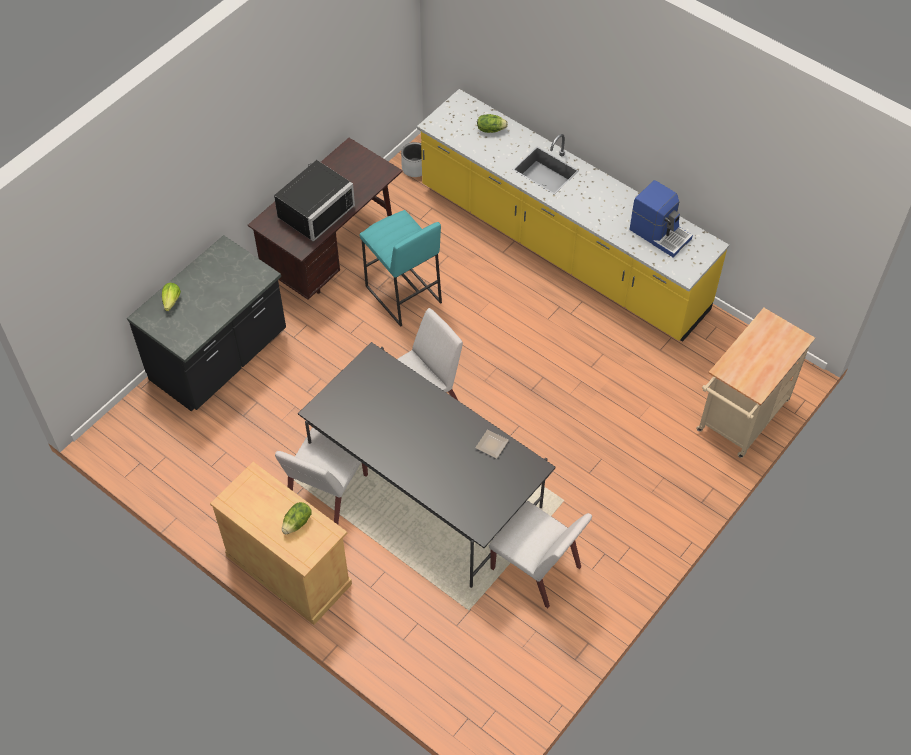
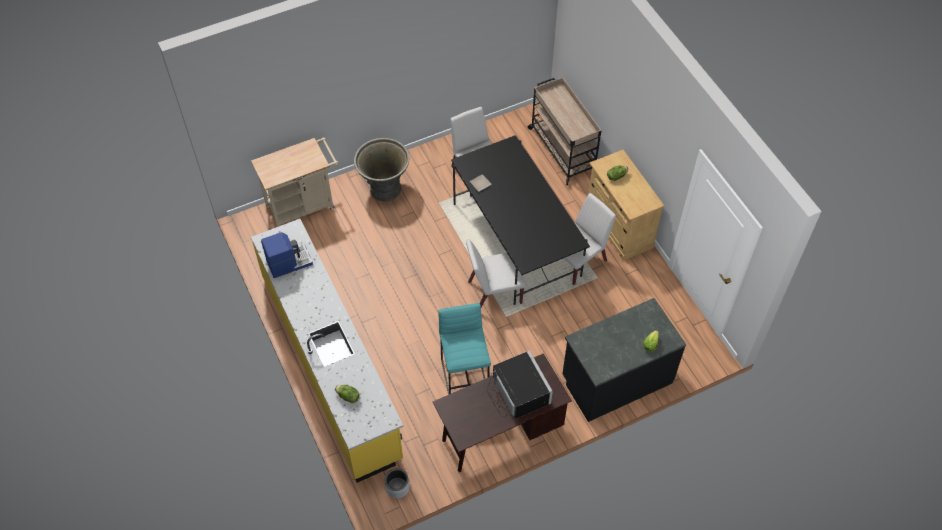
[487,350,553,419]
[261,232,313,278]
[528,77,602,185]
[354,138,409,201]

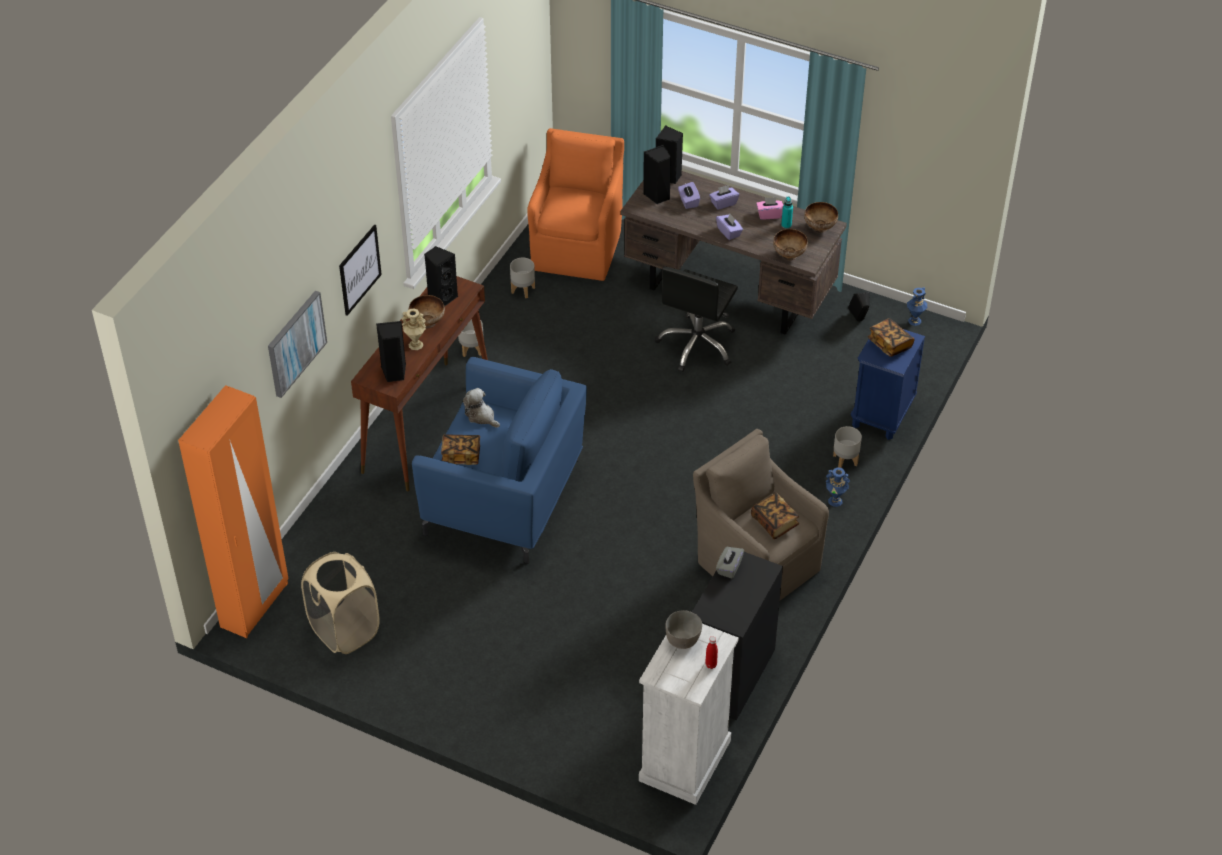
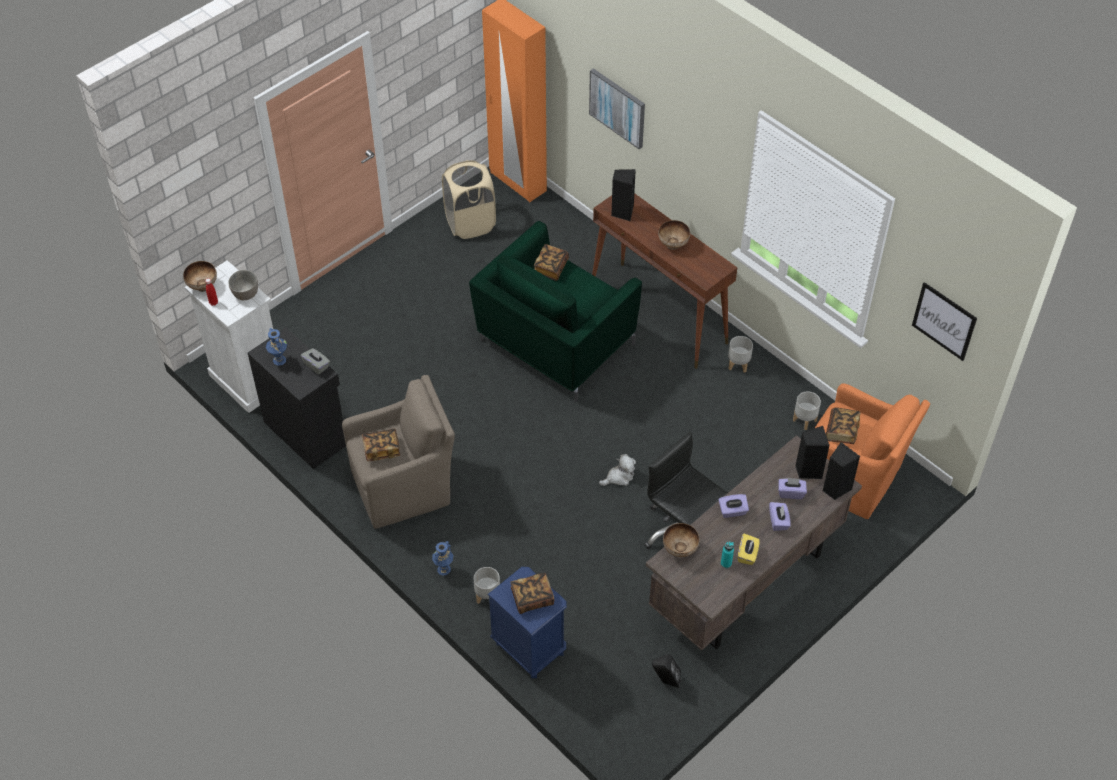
[738,534,760,565]
[183,261,217,292]
[912,282,977,361]
[424,246,458,307] (first image)
[266,328,287,366]
[401,308,426,350] (first image)
[469,221,642,402]
[599,454,636,486]
[826,407,861,444]

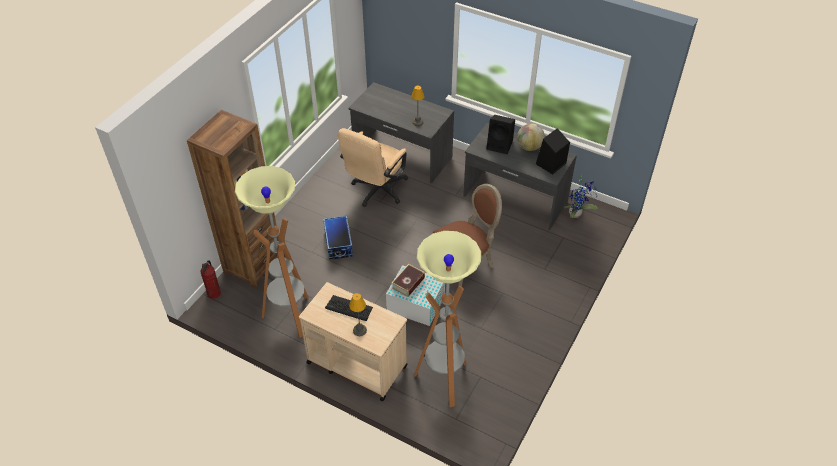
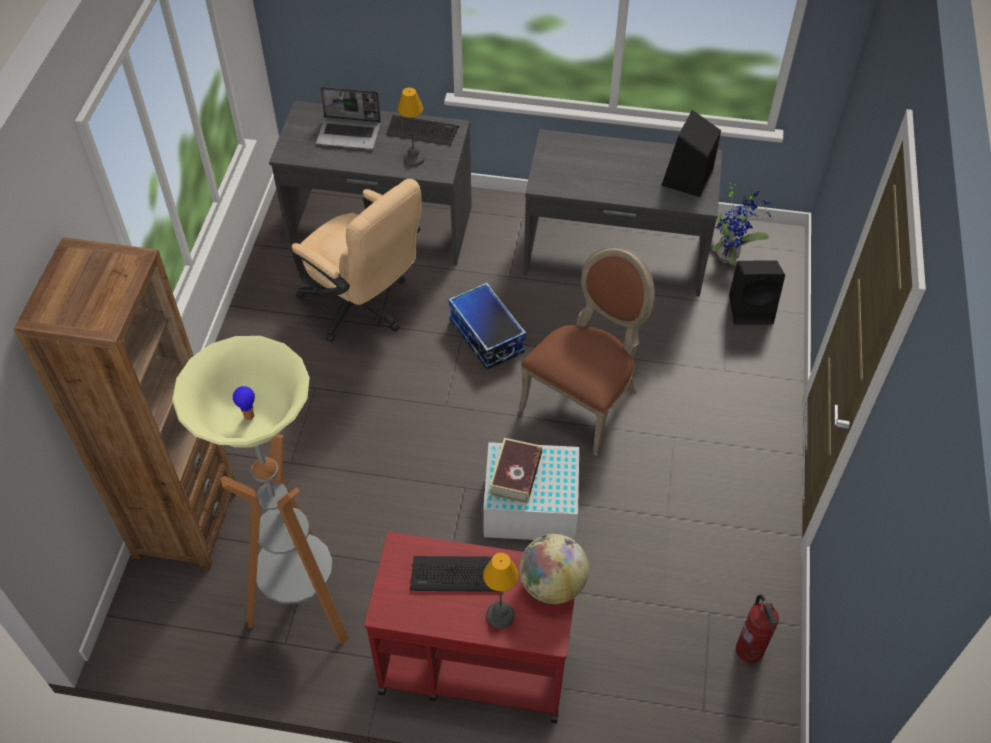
[729,260,785,325]
[519,534,589,604]
[292,179,422,342]
[448,282,526,370]
[414,231,481,407] (first image)
[736,594,779,663]
[364,532,575,723]
[316,87,381,149]
[386,115,459,146]

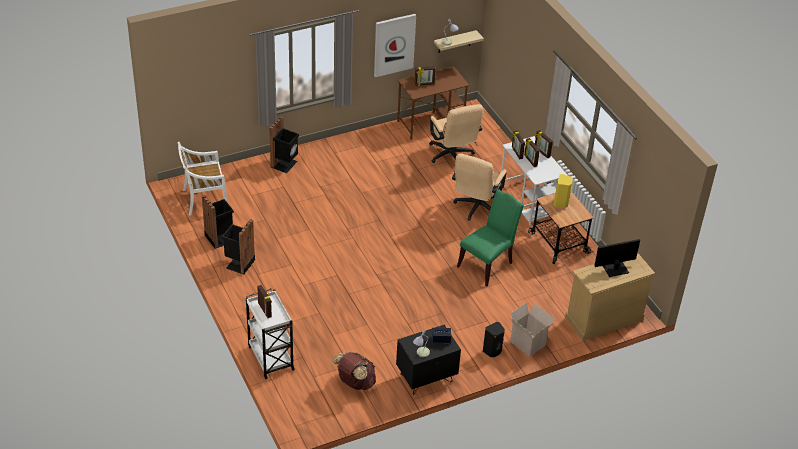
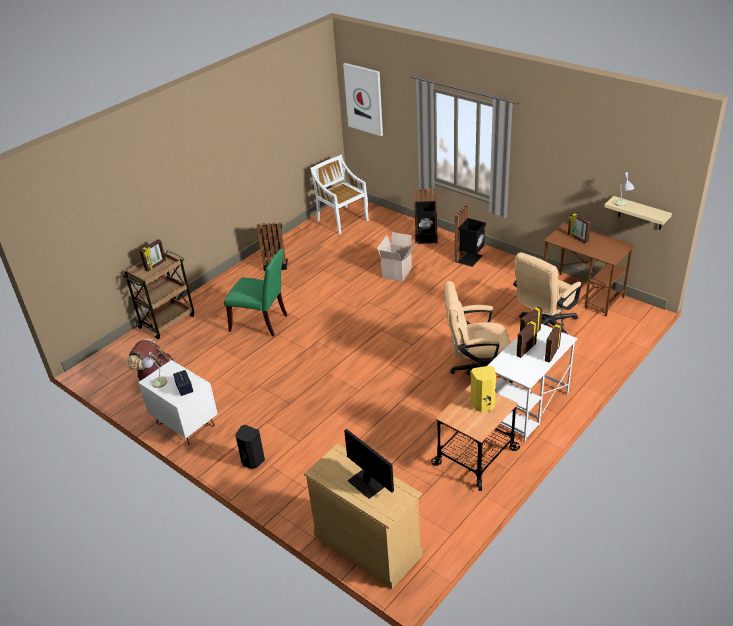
[343,63,383,136]
[224,248,288,336]
[454,205,486,267]
[122,250,194,339]
[377,232,418,282]
[138,360,218,445]

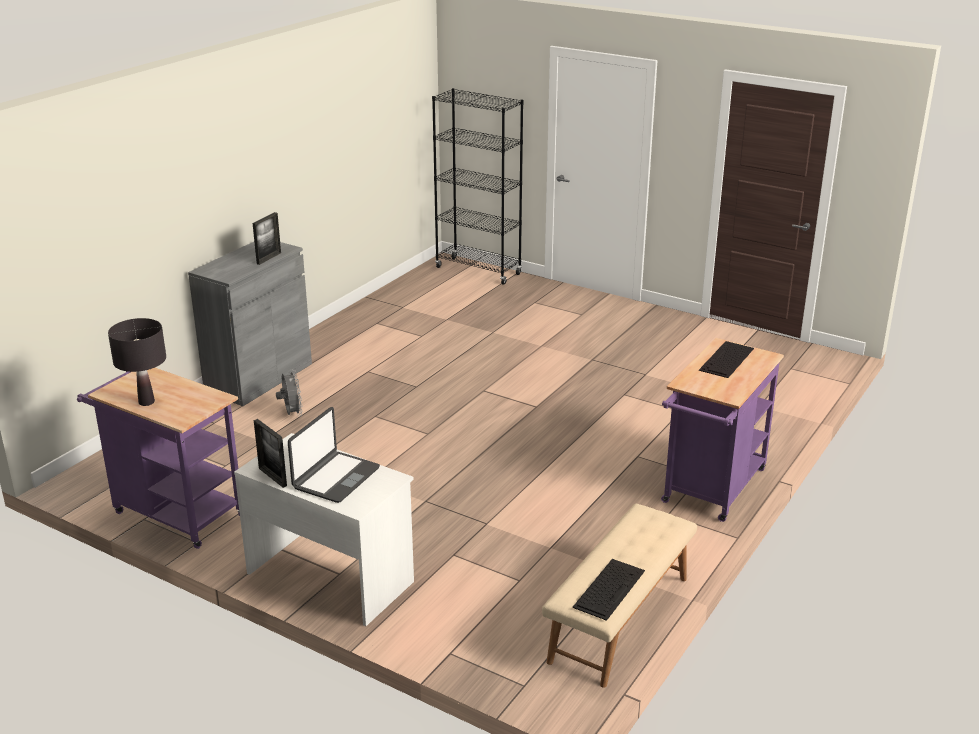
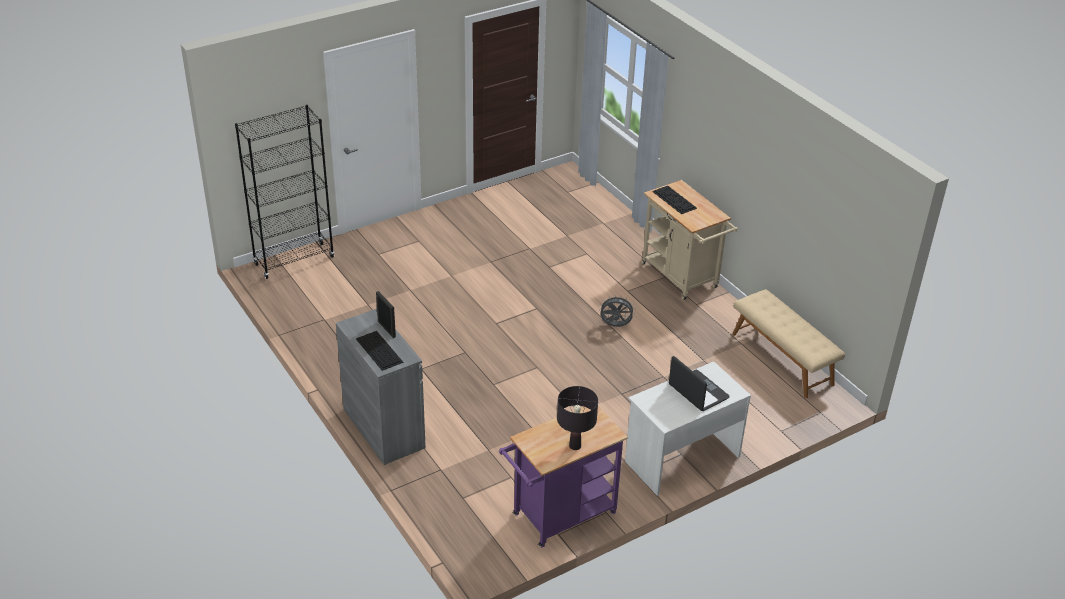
[641,180,738,301]
[599,295,635,327]
[254,419,287,488] (first image)
[356,331,403,371]

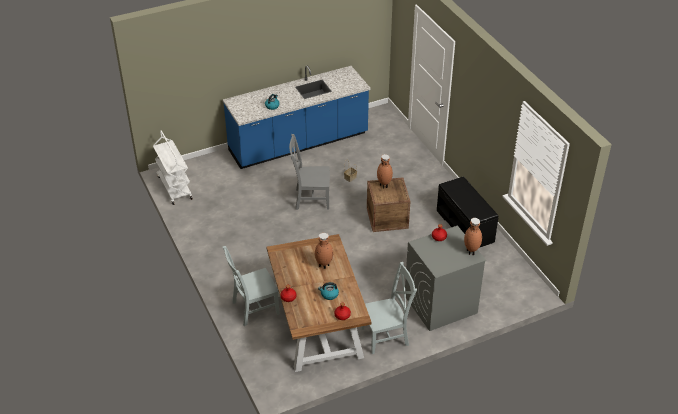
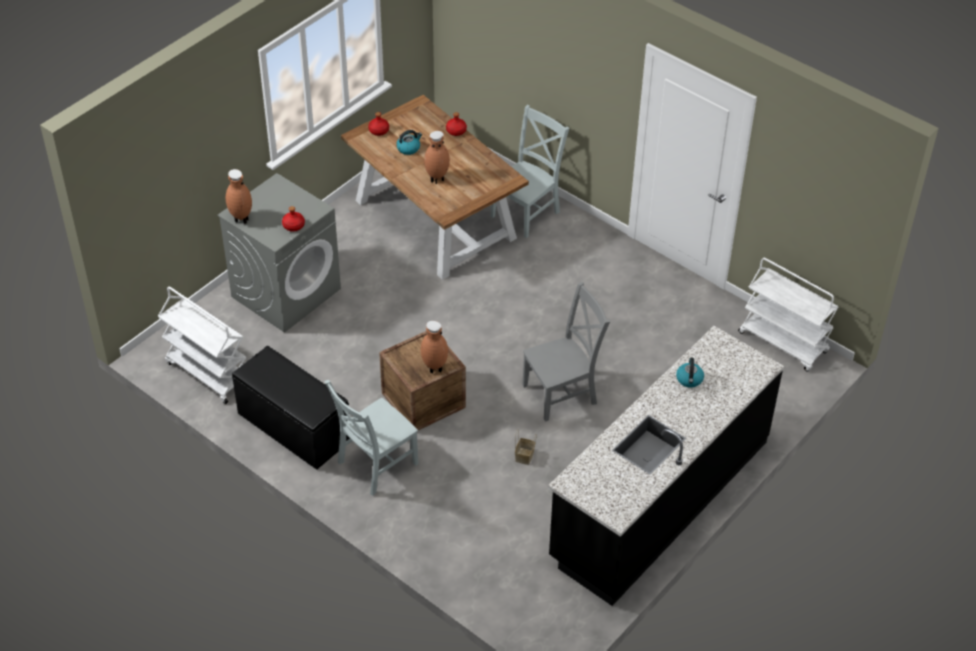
[548,326,784,606]
[324,380,418,495]
[158,286,246,404]

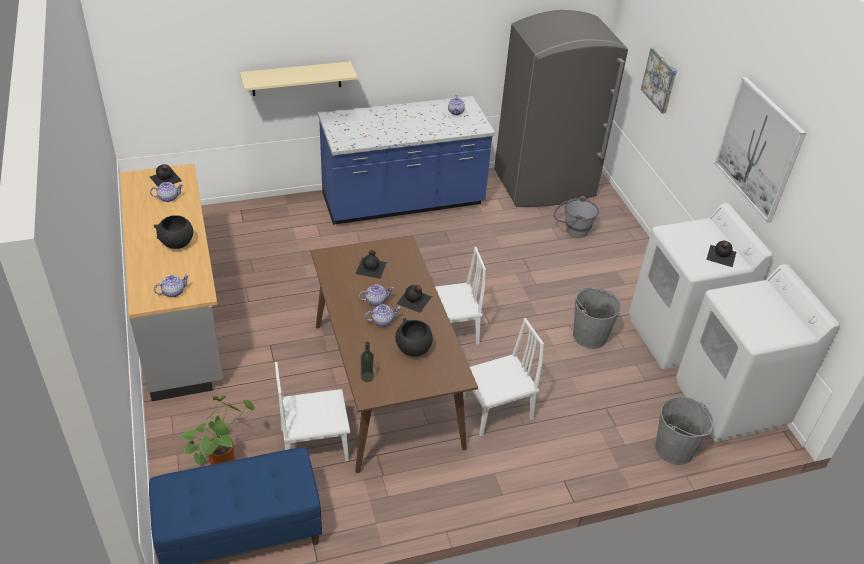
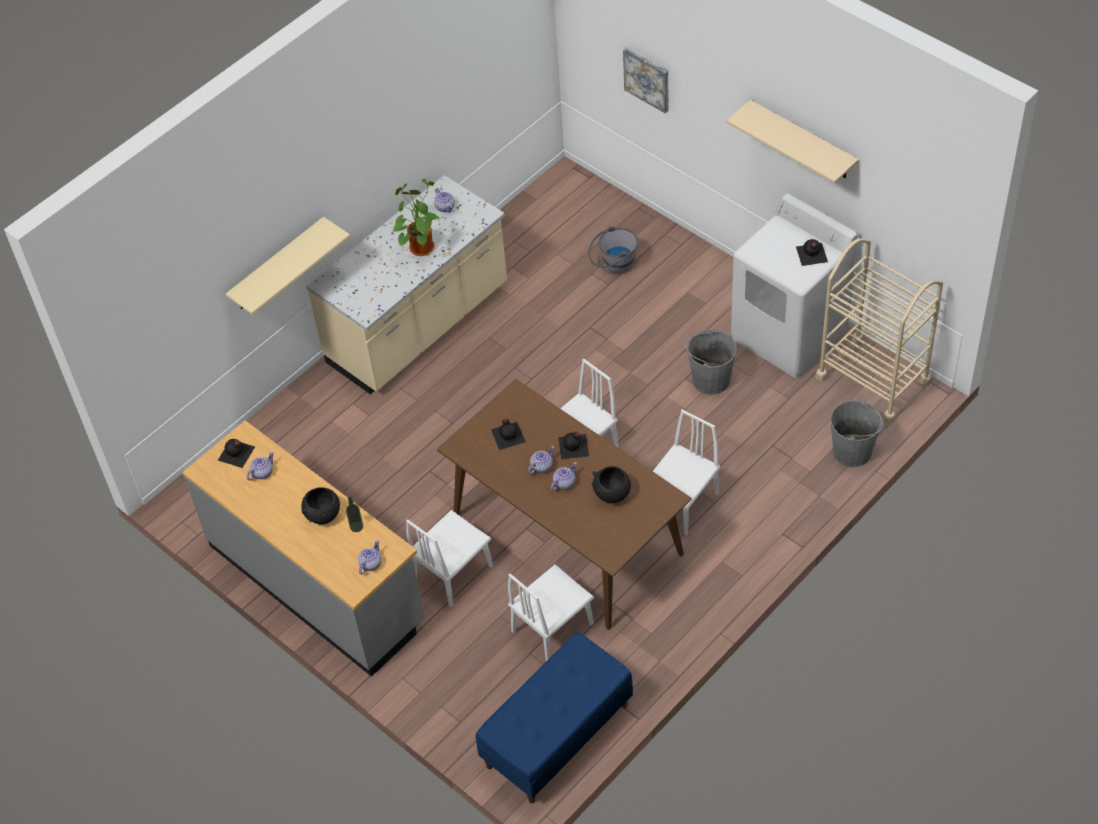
[494,10,628,207] (first image)
[726,100,859,183]
[306,175,507,394]
[815,239,943,424]
[346,497,363,532]
[392,179,440,256]
[406,510,493,607]

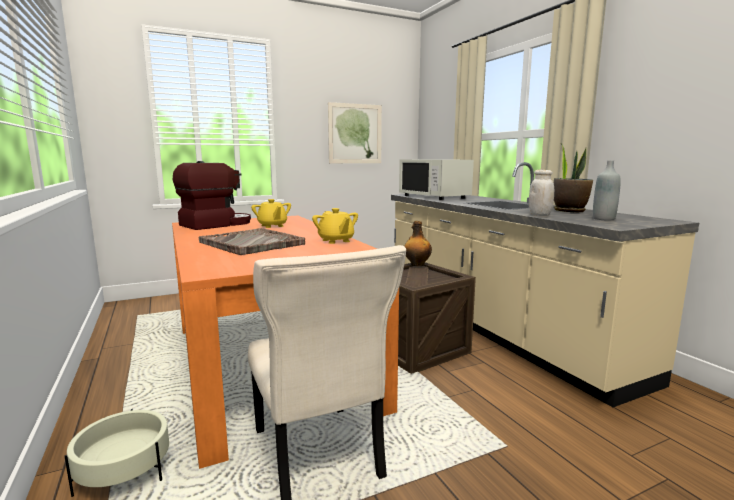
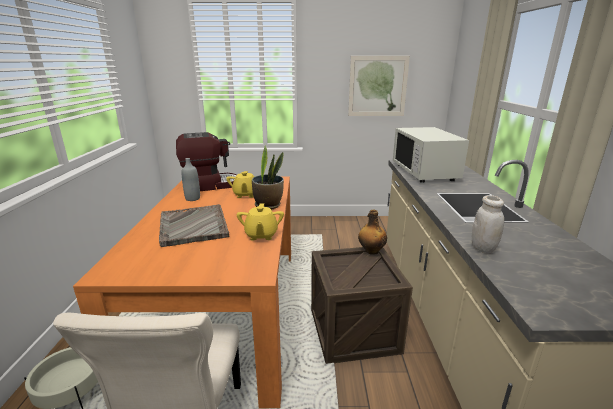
[252,145,284,210]
[182,158,200,201]

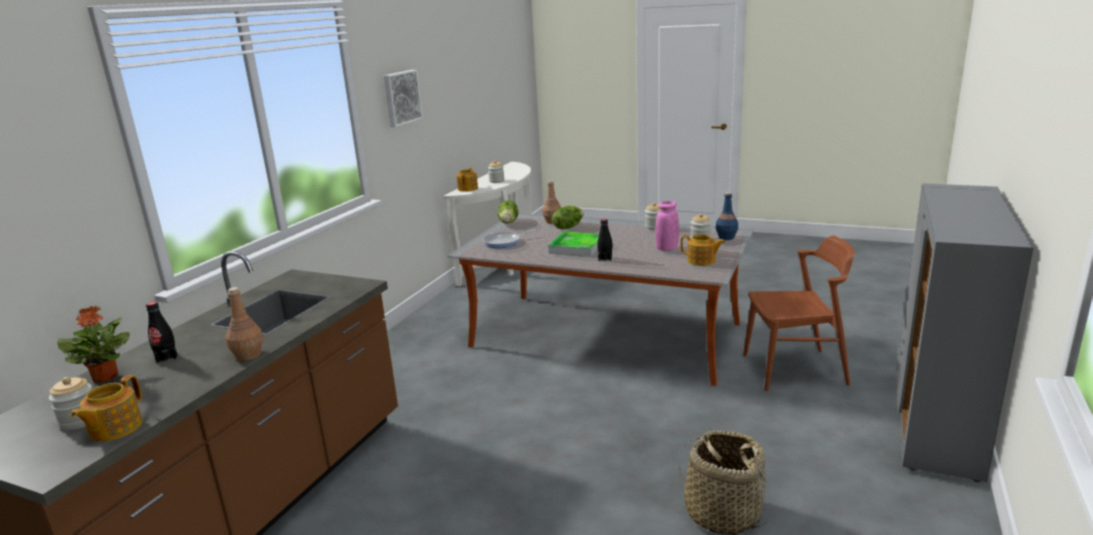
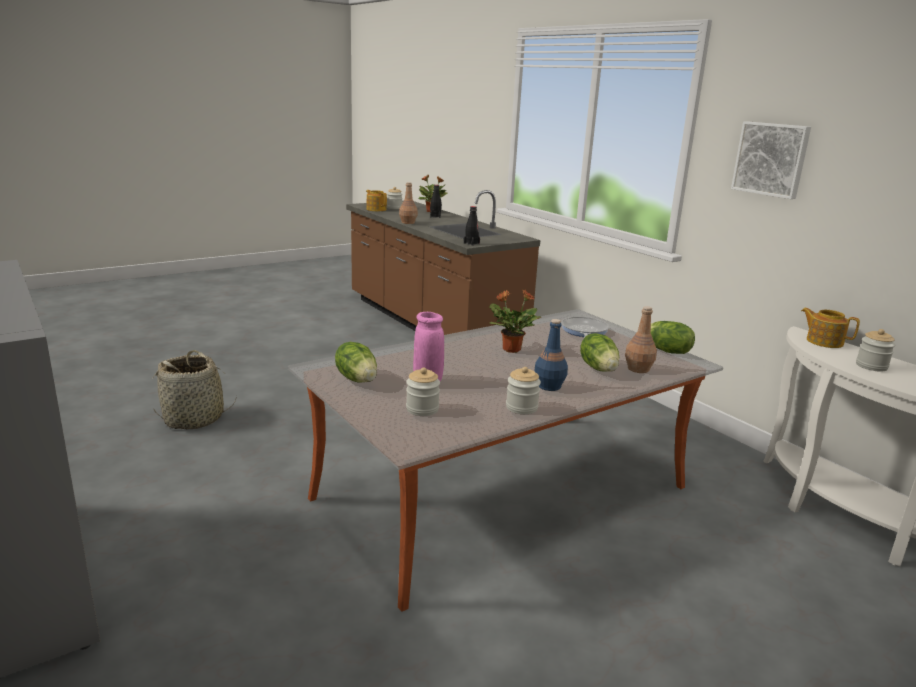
[534,319,568,391]
[463,206,480,246]
[489,290,541,353]
[335,342,377,383]
[743,236,854,391] (first image)

